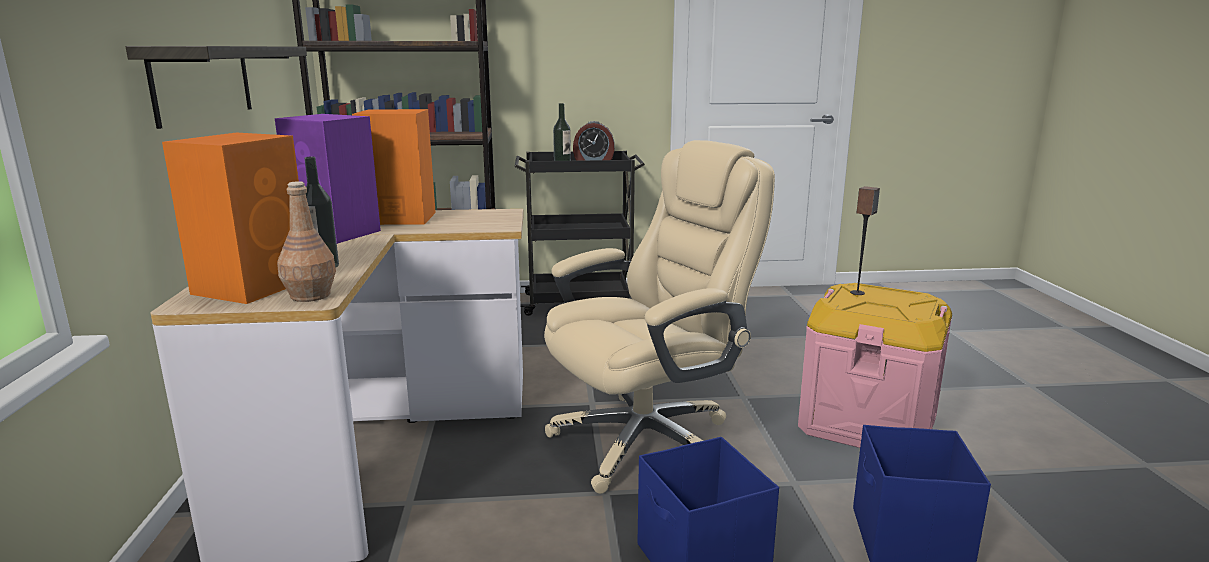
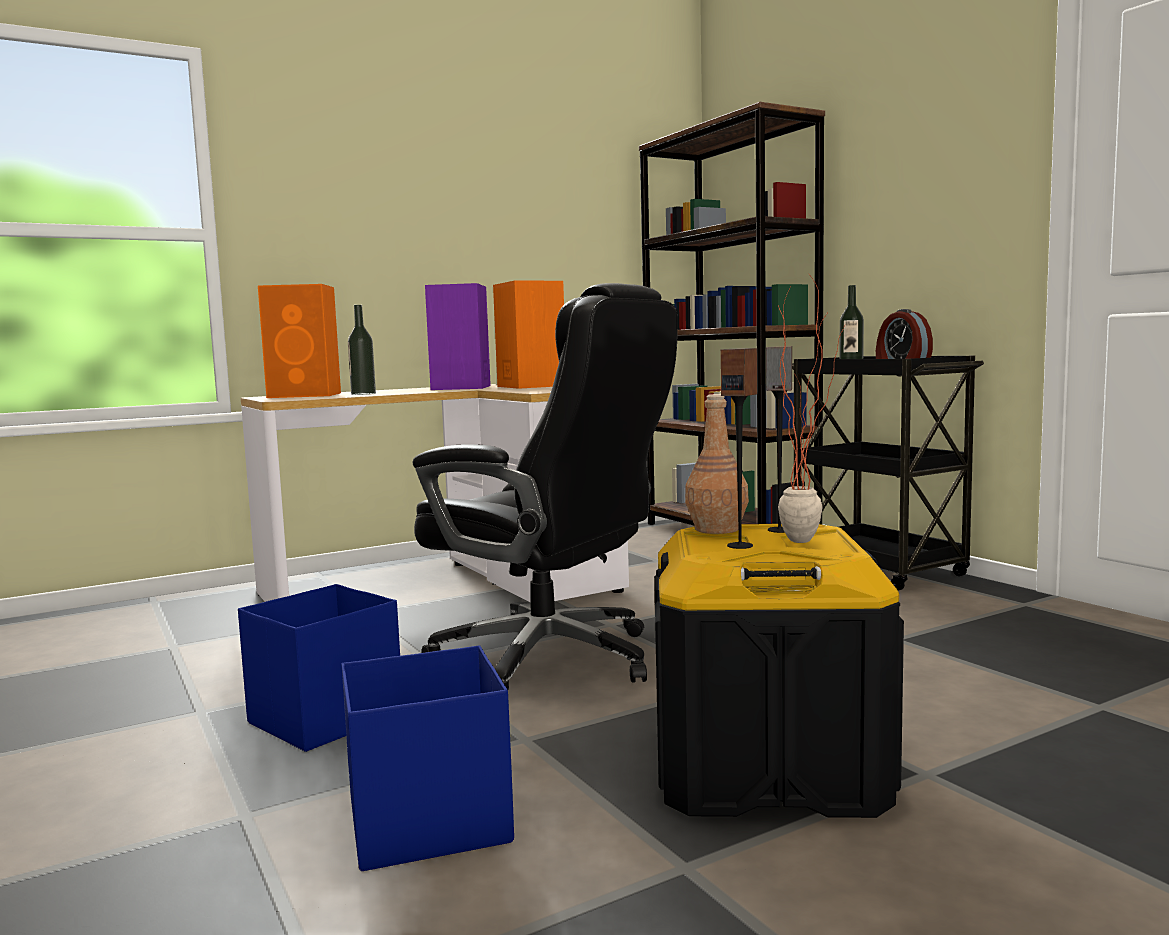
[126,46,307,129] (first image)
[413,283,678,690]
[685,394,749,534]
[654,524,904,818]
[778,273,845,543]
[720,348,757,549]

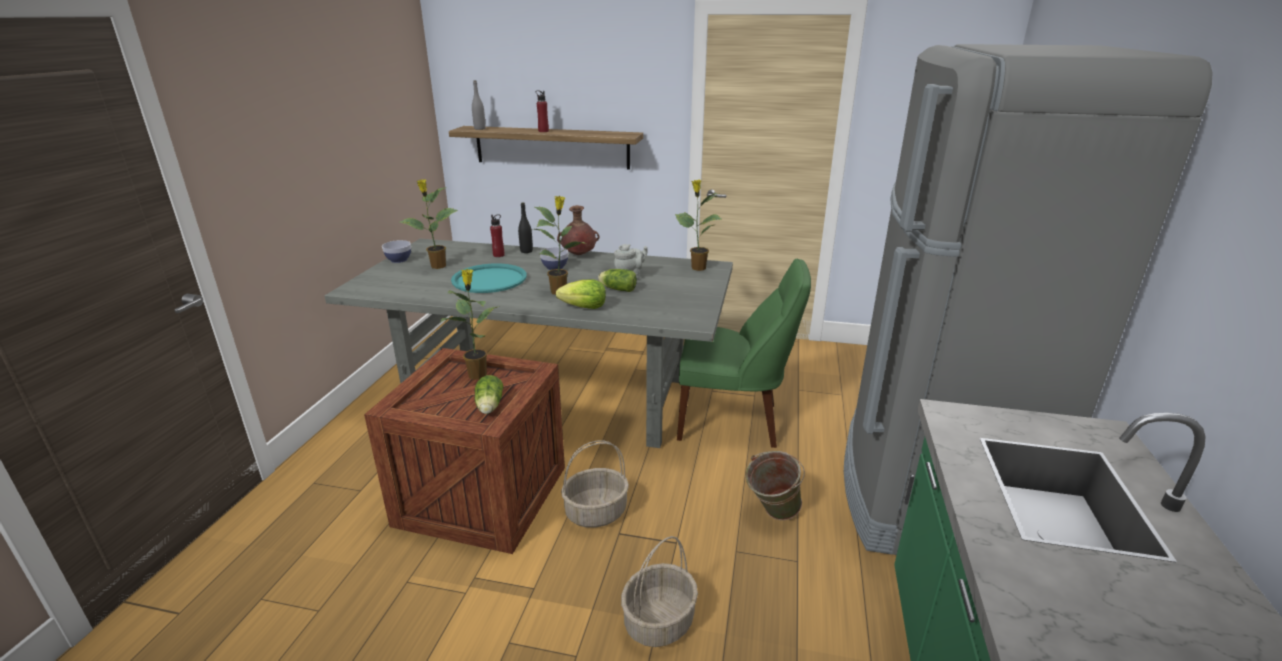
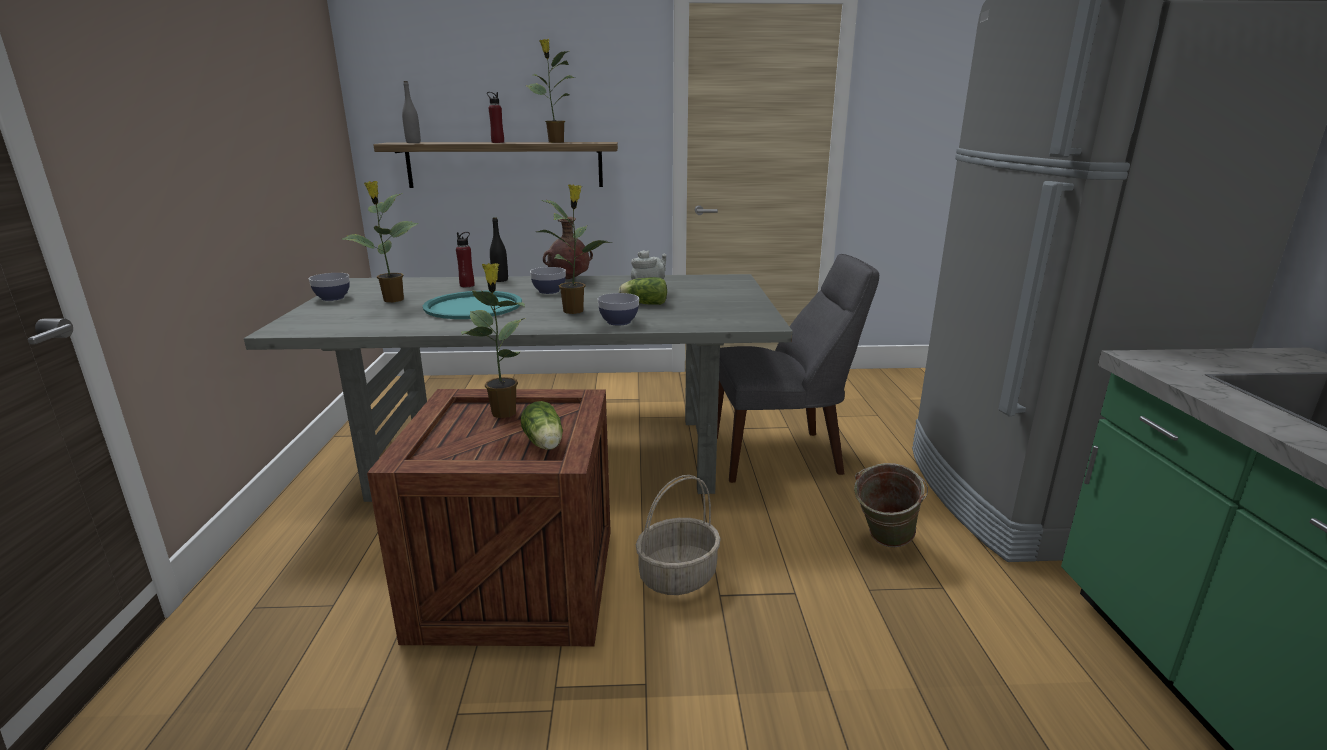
[526,39,576,143]
[717,254,879,483]
[598,293,639,326]
[621,536,698,647] (first image)

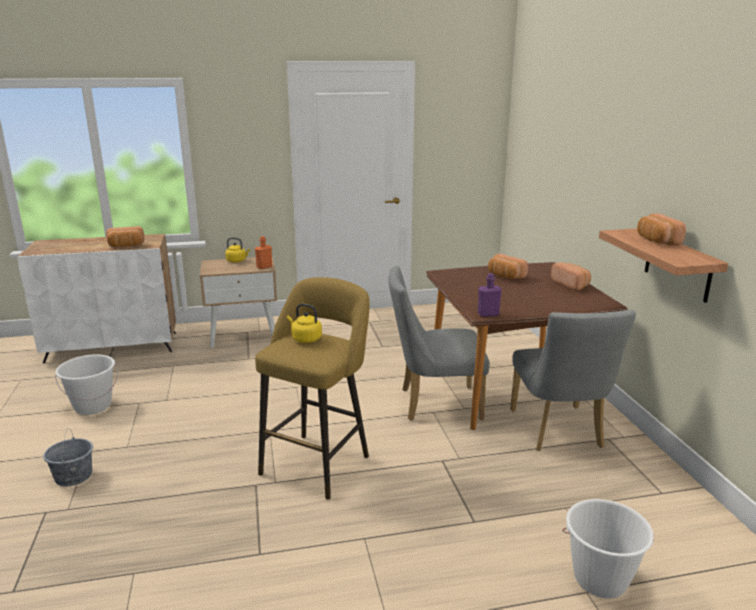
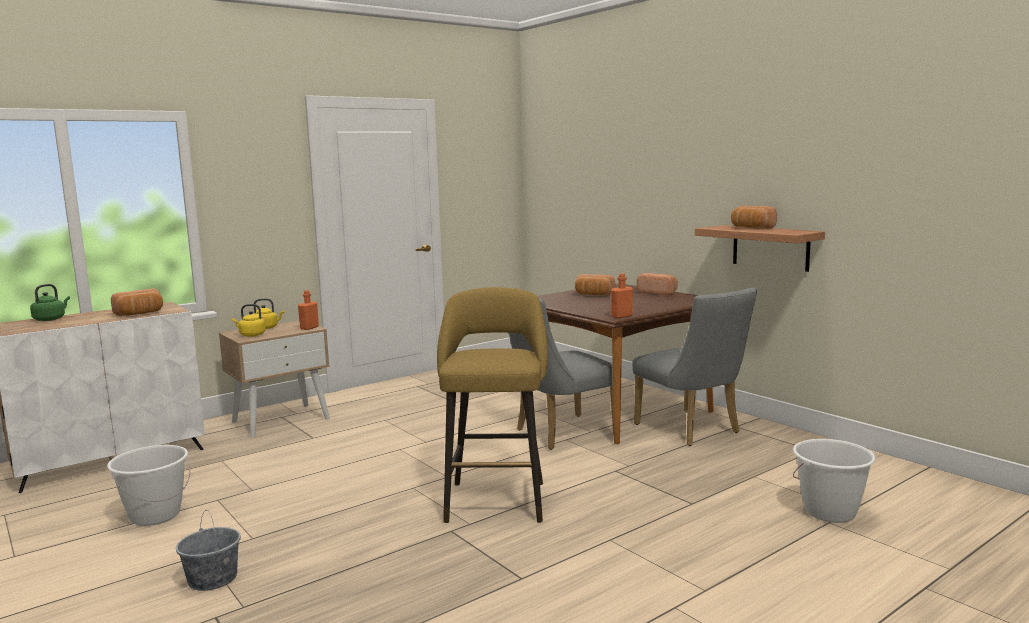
[611,273,633,318]
[232,304,266,337]
[30,284,70,321]

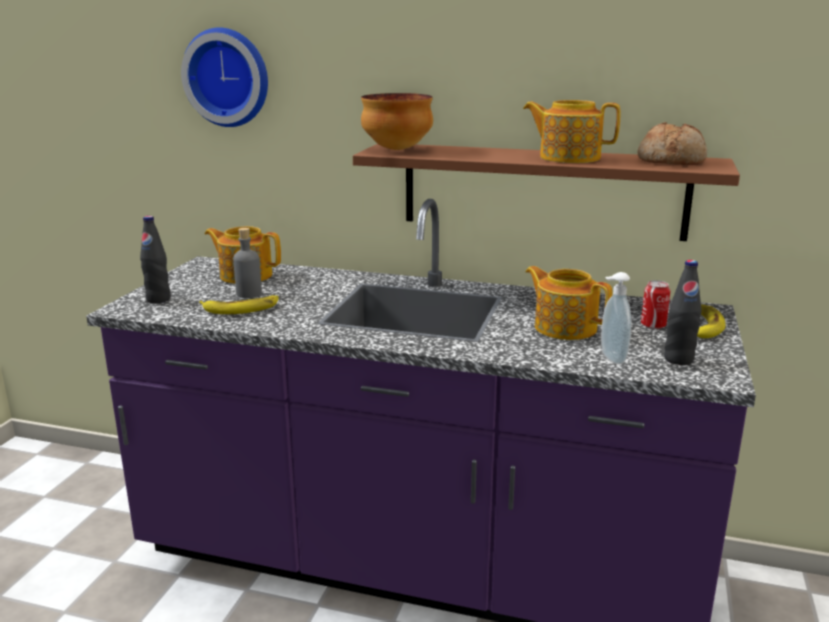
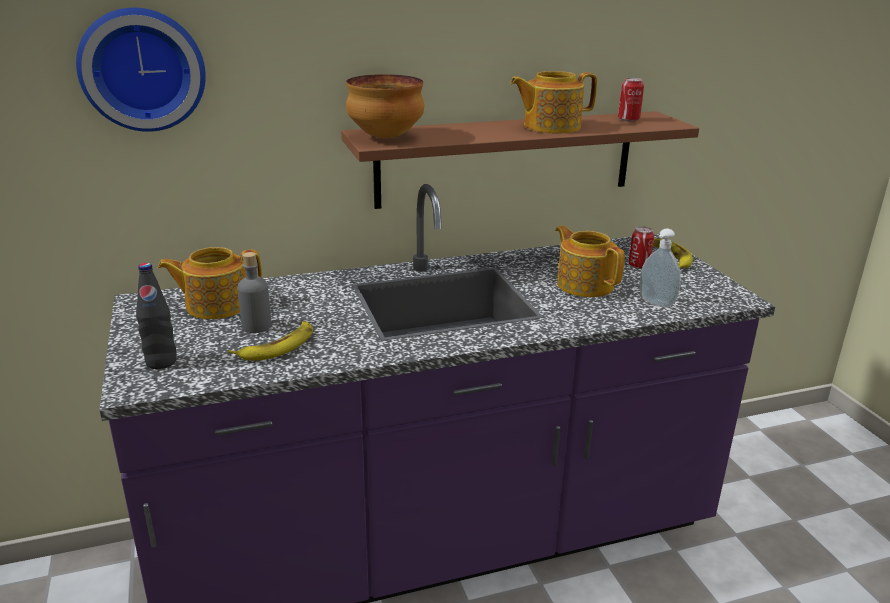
[618,78,644,122]
[664,260,702,365] (first image)
[555,226,625,297]

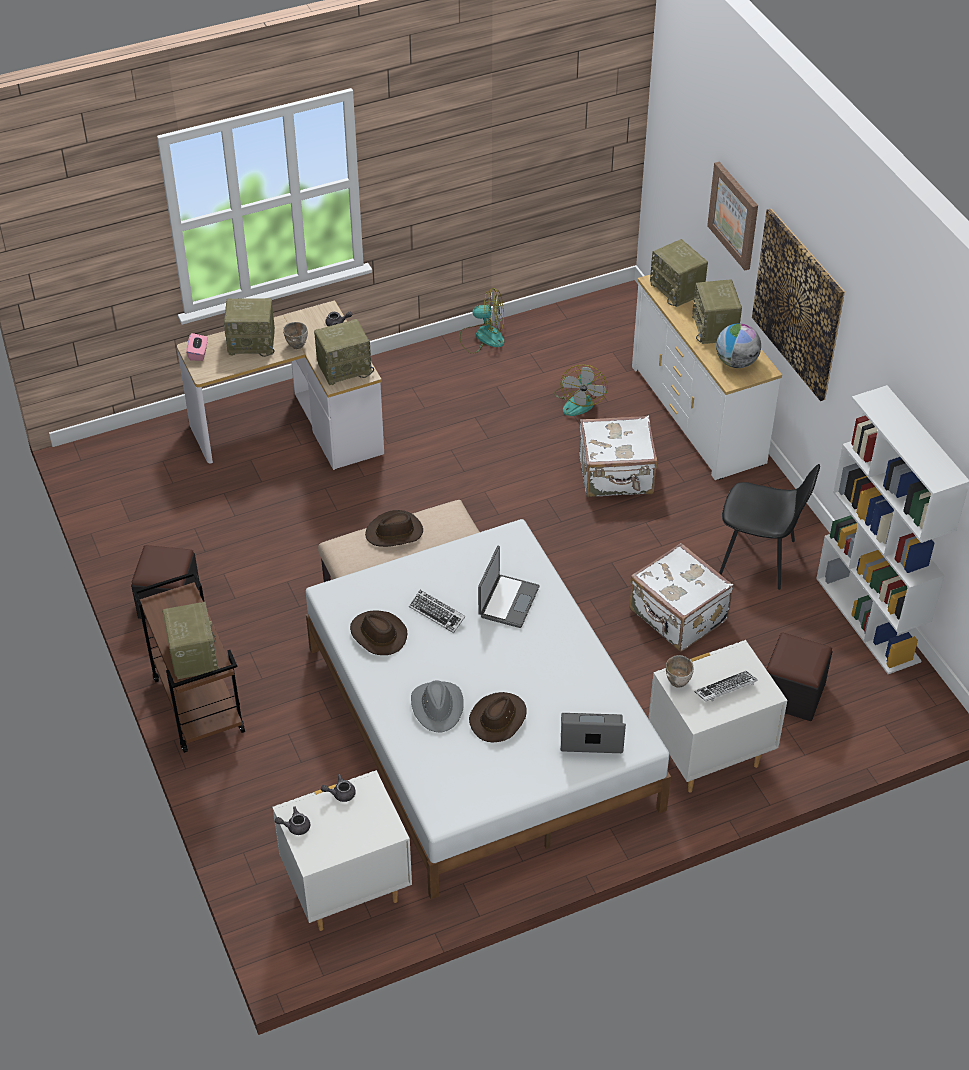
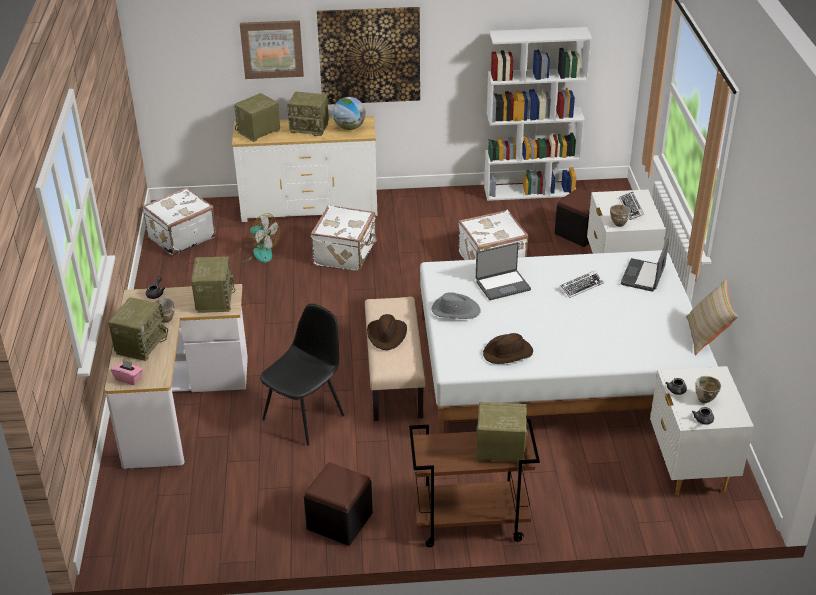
[234,93,280,142]
[459,288,504,354] (first image)
[260,303,344,446]
[476,242,531,300]
[561,271,604,298]
[432,292,481,319]
[469,692,526,743] (first image)
[142,187,216,256]
[686,279,738,355]
[695,376,721,403]

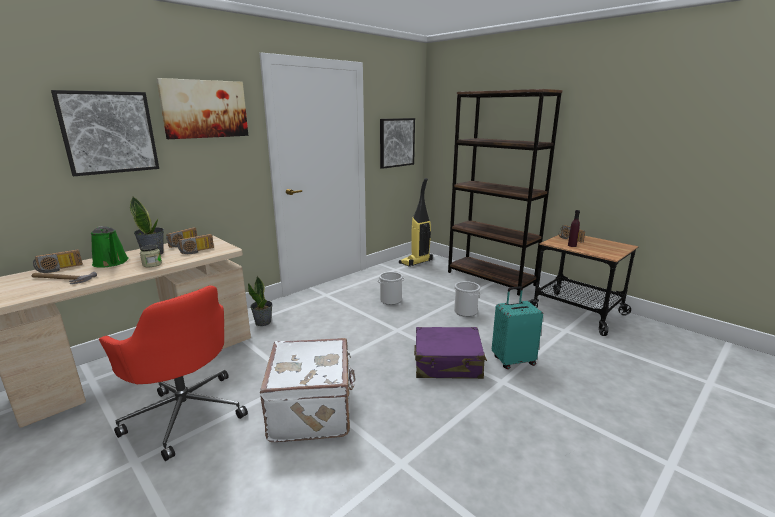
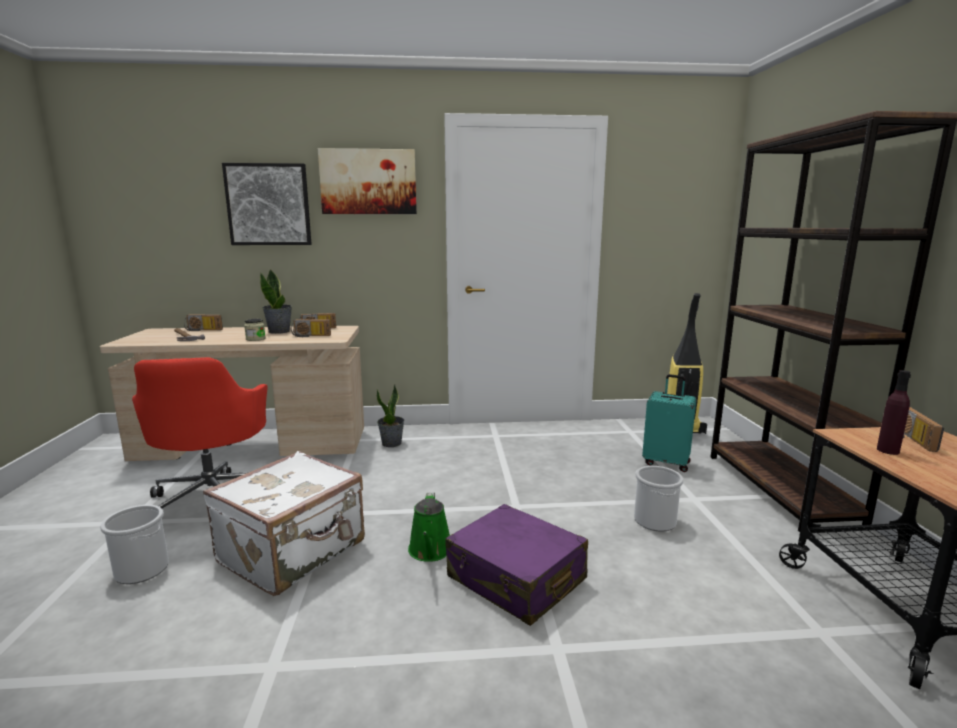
[380,118,415,169] (first image)
[408,492,450,562]
[100,505,169,584]
[642,374,696,472]

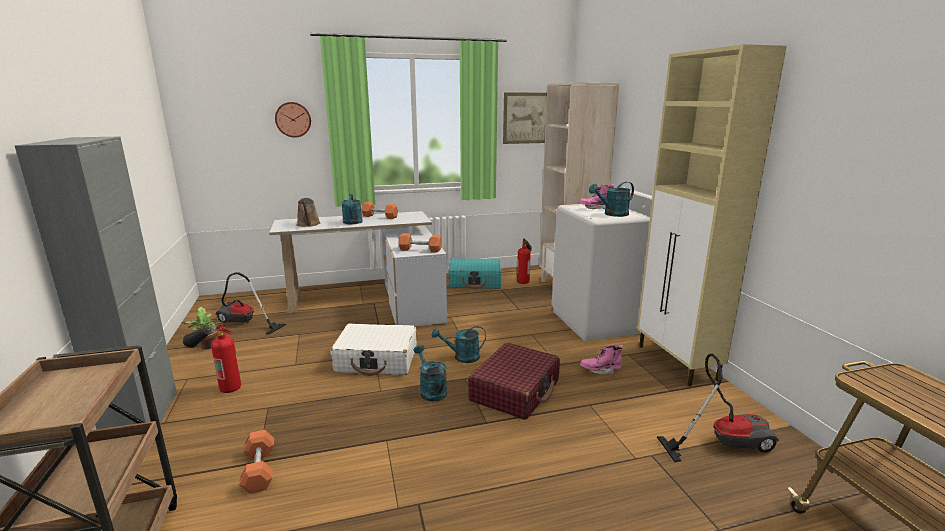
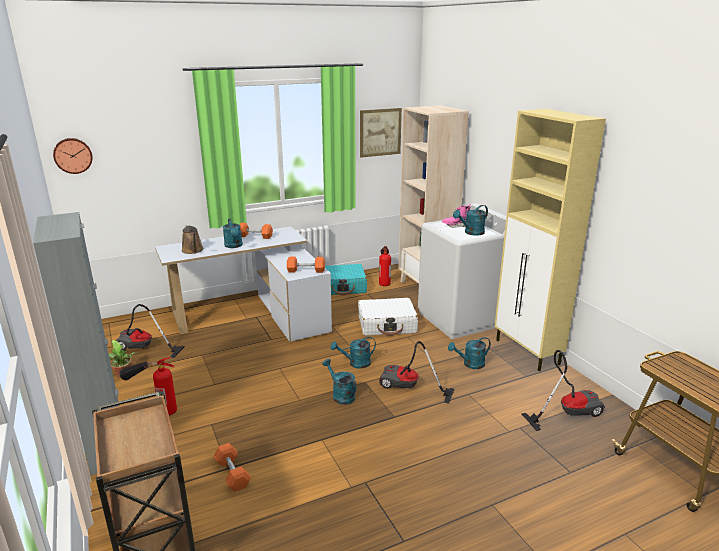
[53,138,92,174]
[358,298,418,336]
[379,341,455,404]
[448,337,491,369]

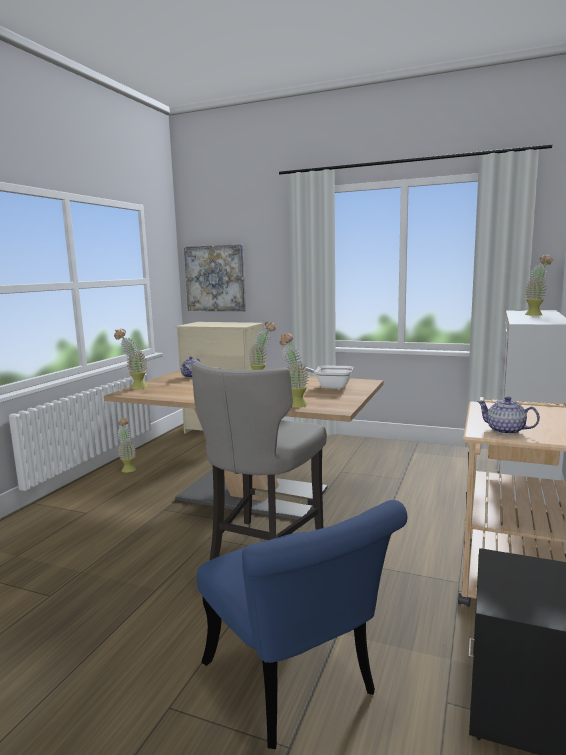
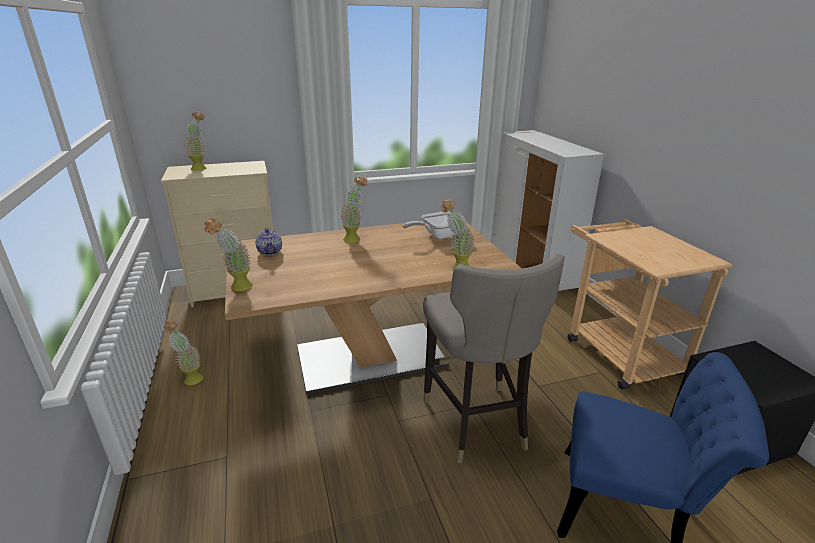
[184,244,246,311] (first image)
[184,111,207,171]
[477,396,540,435] (first image)

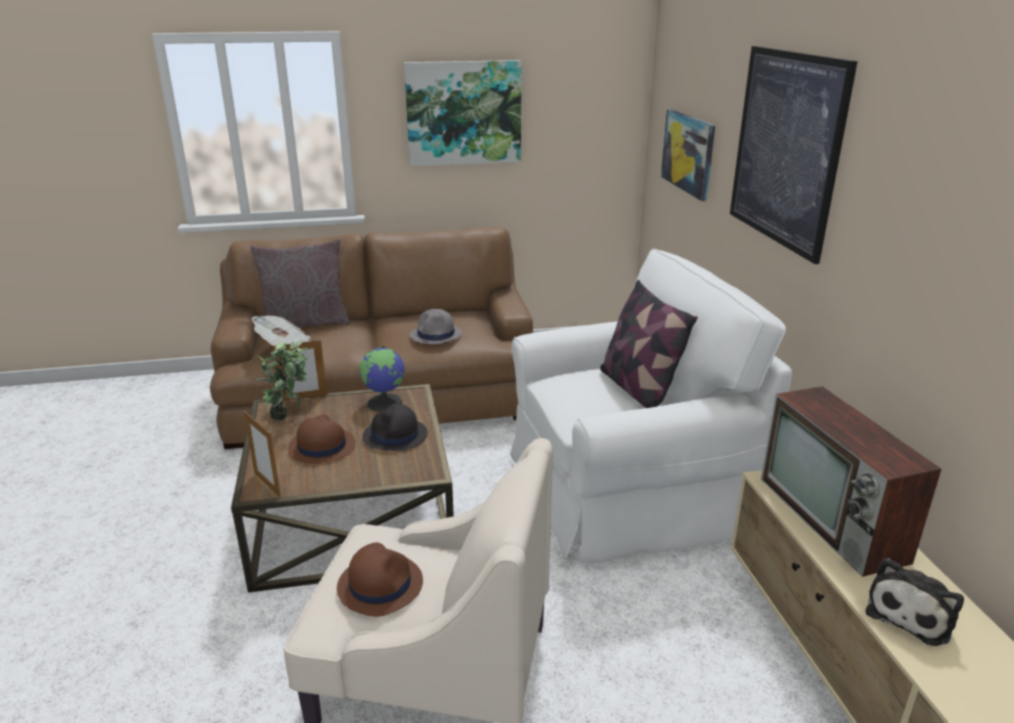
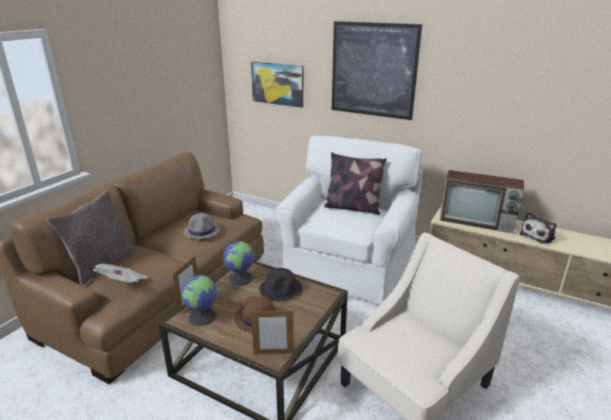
[404,60,521,166] (first image)
[181,275,218,326]
[337,542,423,617] (first image)
[519,212,557,244]

